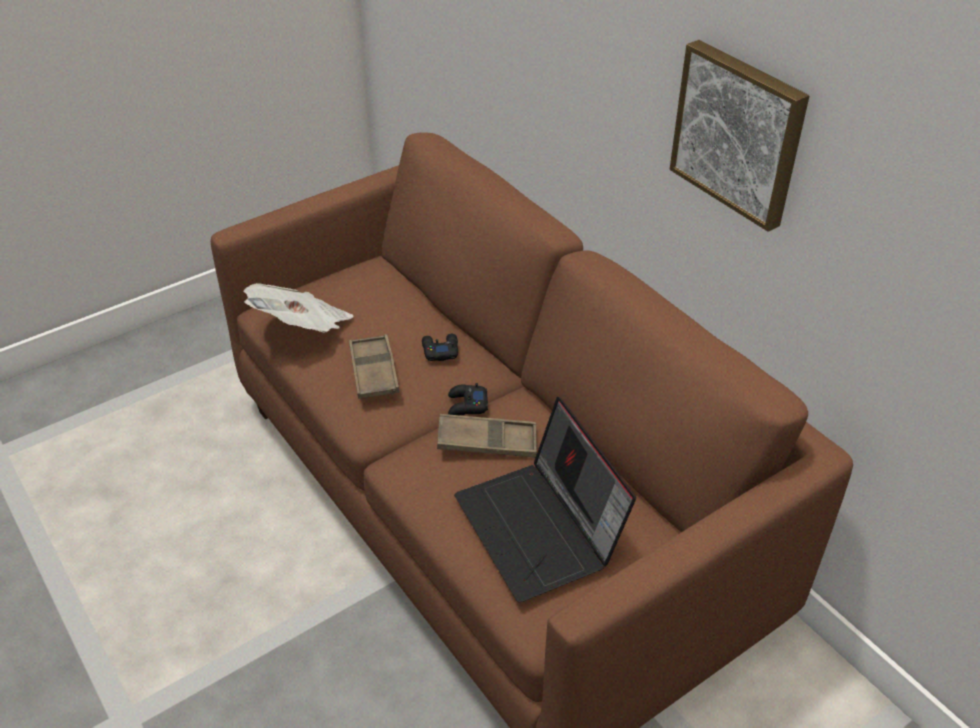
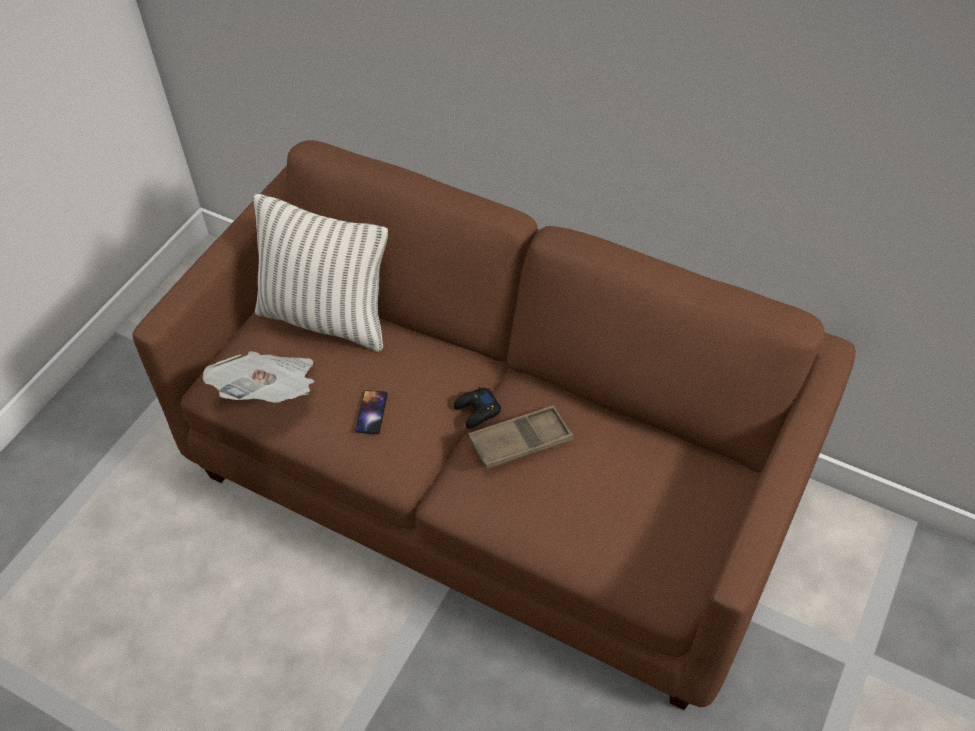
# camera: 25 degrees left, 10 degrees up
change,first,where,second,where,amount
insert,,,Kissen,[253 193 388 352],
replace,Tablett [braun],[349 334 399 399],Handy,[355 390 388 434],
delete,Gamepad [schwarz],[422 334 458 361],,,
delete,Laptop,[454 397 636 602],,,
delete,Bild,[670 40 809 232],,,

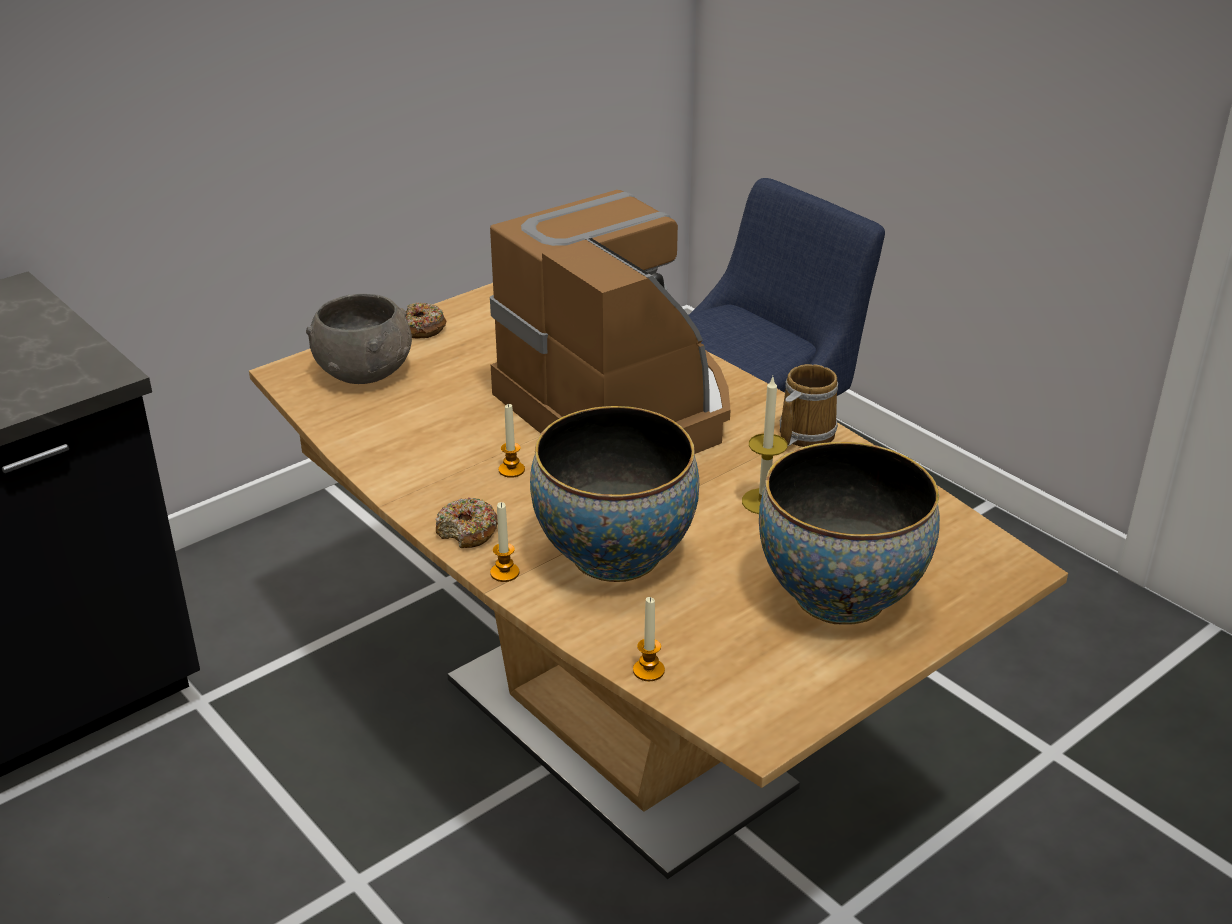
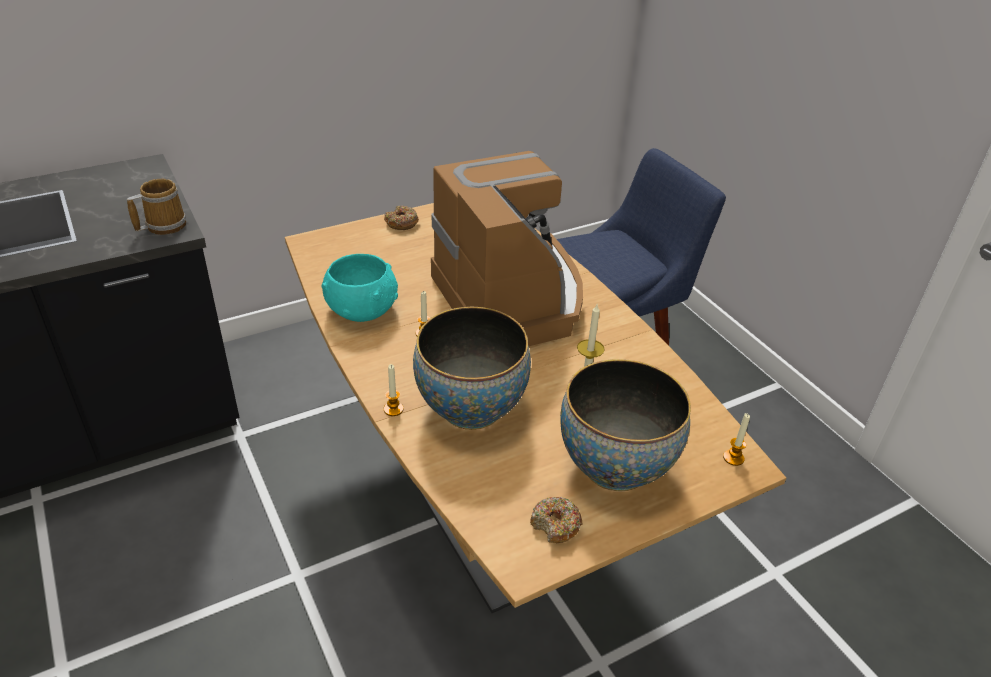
# camera: 10 degrees right, 5 degrees up
change,first,where,second,where,amount
move,Henkelbecher,[780 364 838 447],,[127 179 186 235],
insert,,,Schüssel [türkis],[321 254 398 322],
move,Donut,[436 498 498 548],,[530 497 582 543],
move,Kerze,[633 597 665 681],,[723 413 750 466],
delete,Schüssel [grau],[306 294 412 384],,,

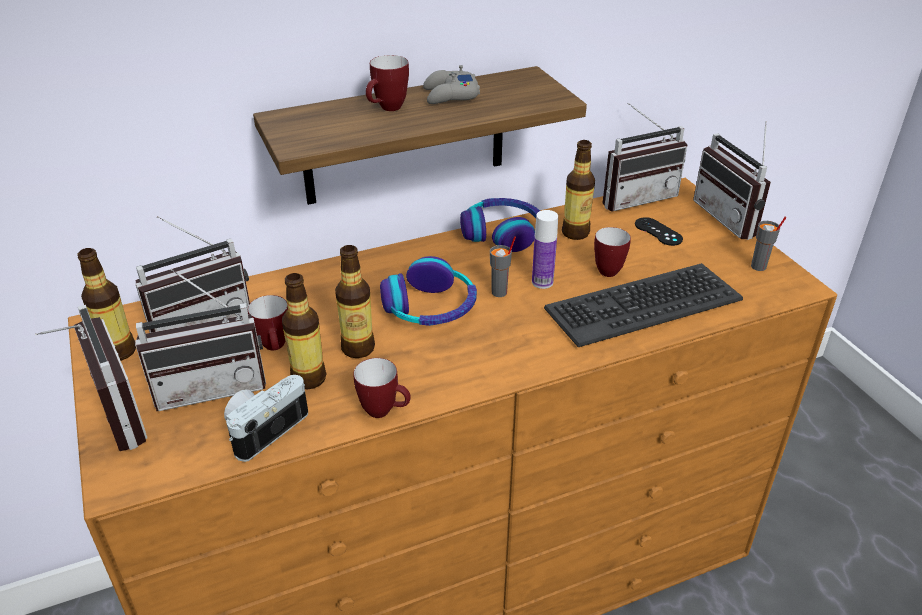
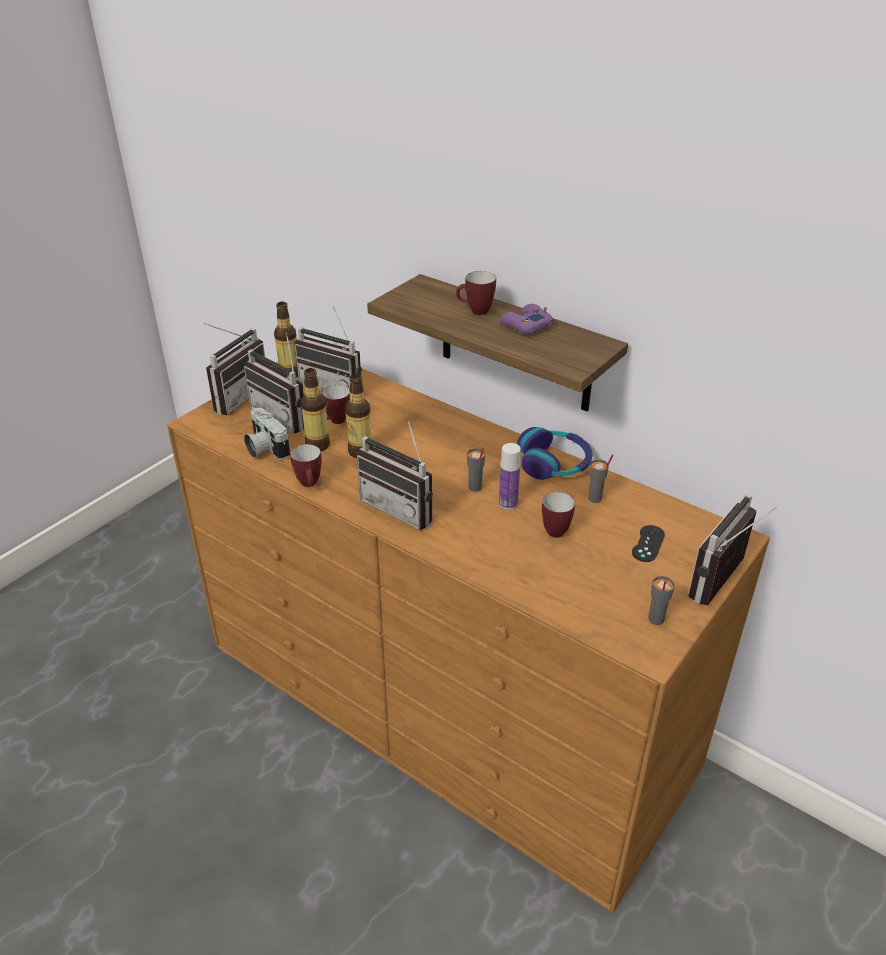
# camera: 60 degrees right, 0 degrees up
change,first,where,second,where,amount
rotate,Kamera,[224 375 308 462],,[244 408 290 460],135 degrees counterclockwise
move,Radio,[603 103 687 211],,[357 415 433 530],
recolor,Gamepad [grau],[423 65 480 104],Gamepad [lila],[499 304 553 334],
replace,Flasche,[562 140 595 240],Tasse [grau],[588 455 613 503],
delete,Kopfhörer,[380 256 477 326],,,
delete,Tastatur,[544 263 743 347],,,

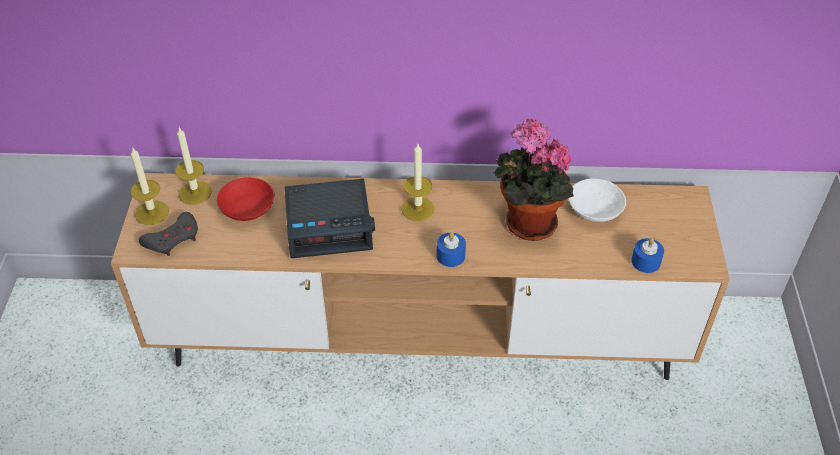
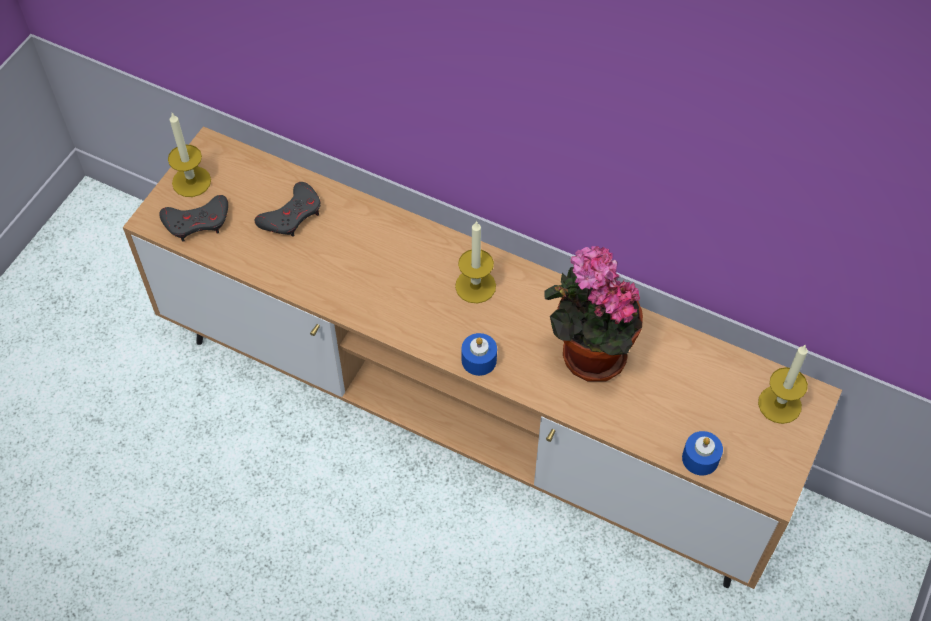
# camera: 25 degrees right, 10 degrees up
change,first,where,second,where,amount
replace,Schüssel [rot],[217 178 274 221],Gamepad [grau],[254 182 321 237],
move,Kerze,[175 128 212 205],,[758 344 808 424],
delete,Wecker,[284 179 375 258],,,
delete,Schüssel [weiß],[569 179 626 222],,,

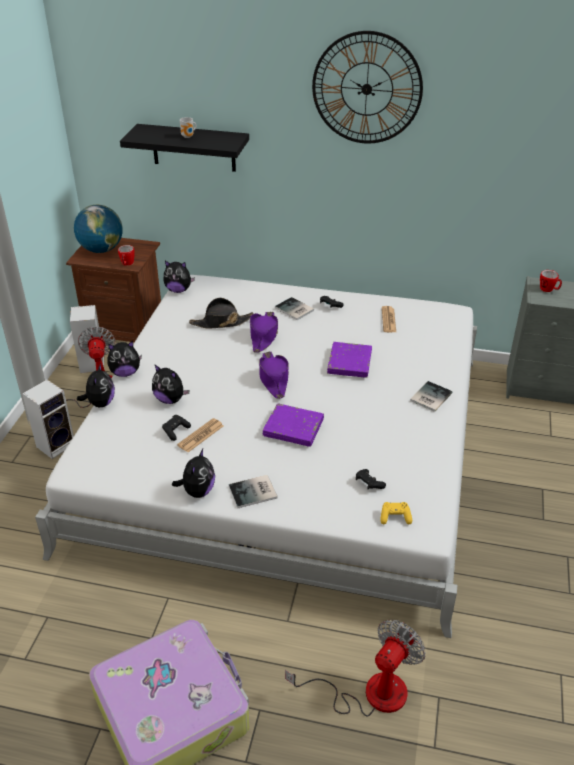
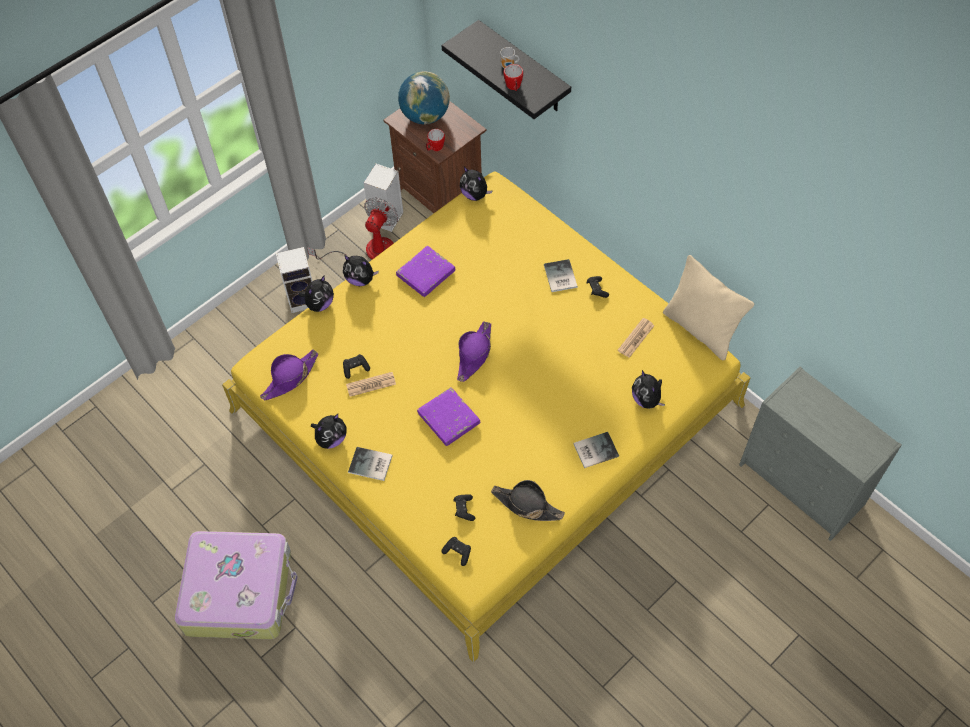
# camera: 35 degrees right, 20 degrees up
change,first,where,second,where,amount
recolor,Bett [weiß],[35 275 477 638],Bett [gelb],[222 172 751 662],
move,Hut [lila],[250 312 278 353],,[260 349 318 400],
move,Buch [lila],[327 342 372 378],,[396 246 456 297],
recolor,Gamepad [gelb],[380 502 412 525],Gamepad [schwarz],[441 537 471 566],
move,Hut [schwarz],[189 298 253 329],,[491 480 565 521],
move,Henkelbecher,[540 270 562 292],,[504 64 523 91],
move,Plüschtier,[152 364 189 404],,[632 370 665 409],
insert,,,Kissen [beige],[663 255 754 360],
delete,Ventilator,[285 620 425 717],,,
delete,Wanduhr,[312 31 423 144],,,

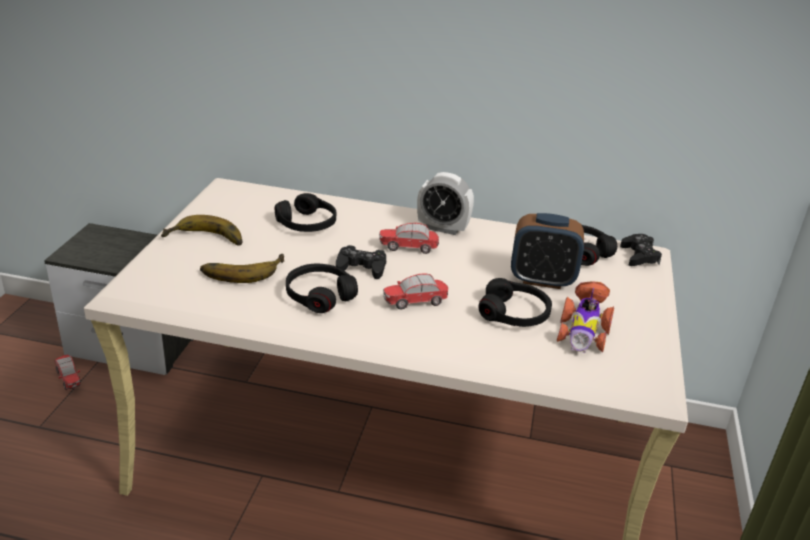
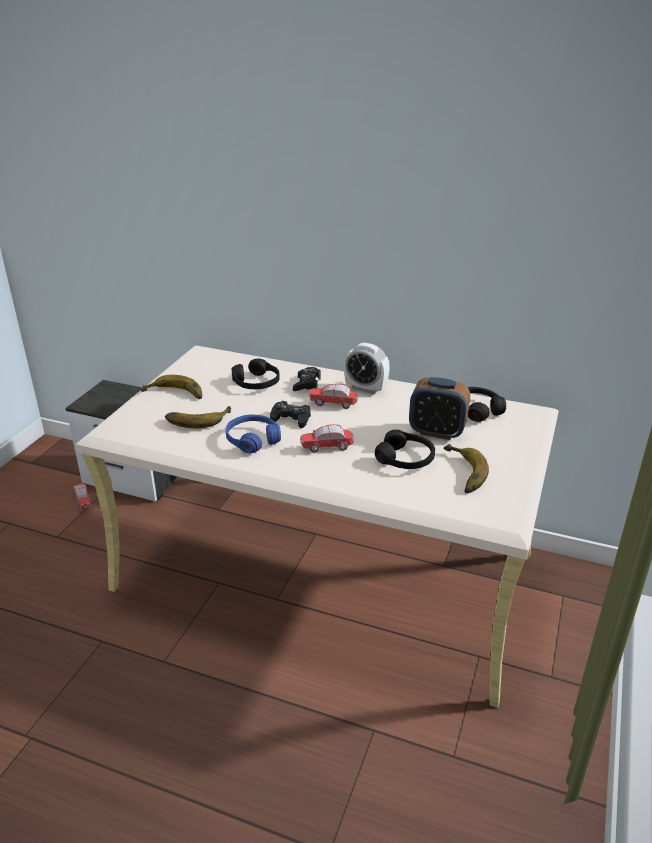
# camera: 10 degrees right, 0 degrees up
change,first,where,second,where,amount
recolor,Kopfhörer [schwarz],[286 264 358 313],Kopfhörer [blau],[226 415 281 453],
move,Gamepad [schwarz],[620 234 662 266],,[293 367 321 391],
replace,Spielzeugauto,[557 281 614 353],Banane,[444 444 489 493],

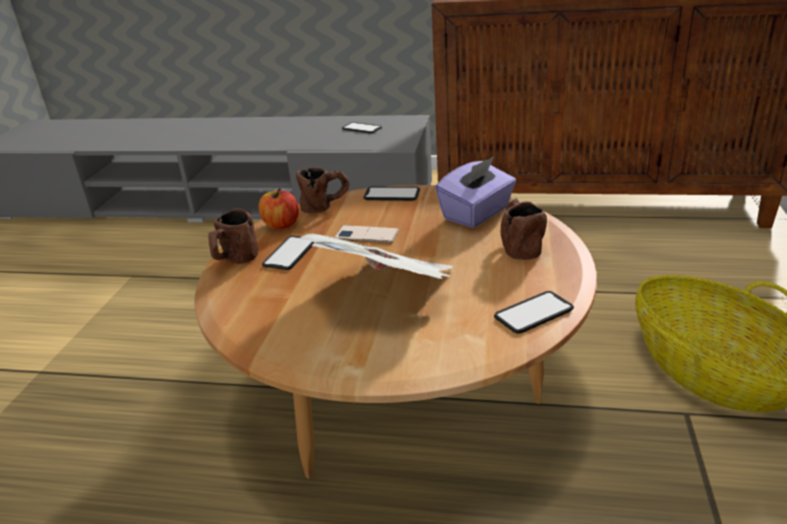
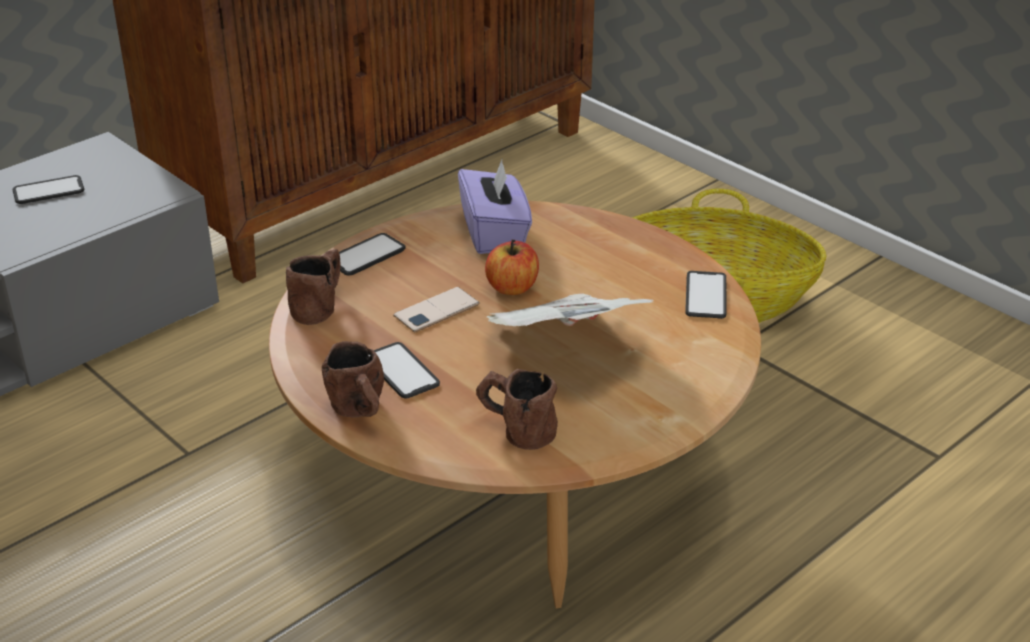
# camera: 55 degrees left, 5 degrees up
change,first,where,second,where,amount
move,Henkelbecher [braun],[501 198 547 260],,[476 369 558 450],
move,Apfel,[258 188 299 229],,[485 239 539 295],

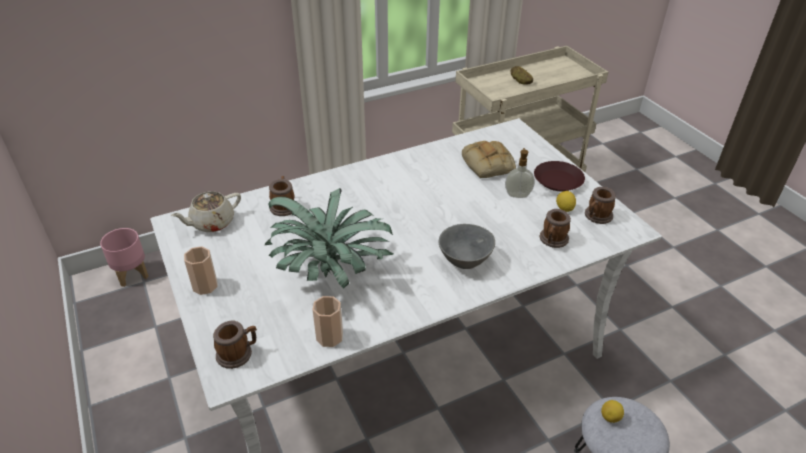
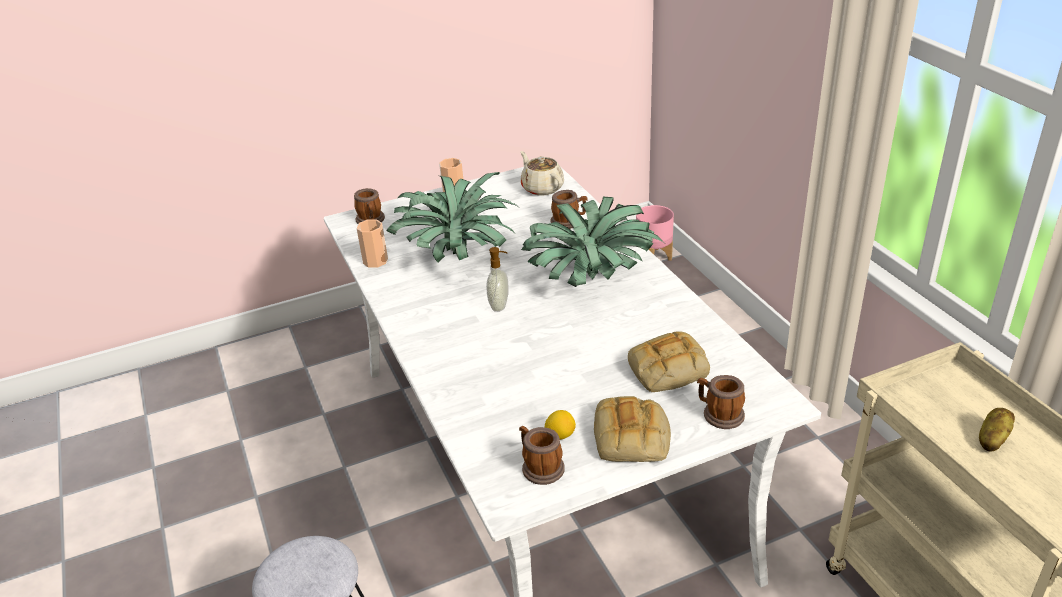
# camera: 95 degrees right, 5 degrees down
change,first,where,second,where,amount
move,Seifenspender,[505 148 535 198],,[486 247 509 312],
insert,,,Topfpflanze,[521 197 663 287],
replace,Teller [braun],[534 161 585 191],Brot,[594 396 671 462],
move,Henkelbecher,[540 209 571 248],,[697 375 745 429],
delete,Schüssel [grau],[439 224 495 269],,,
delete,Zitrone,[601 400 624 423],,,

